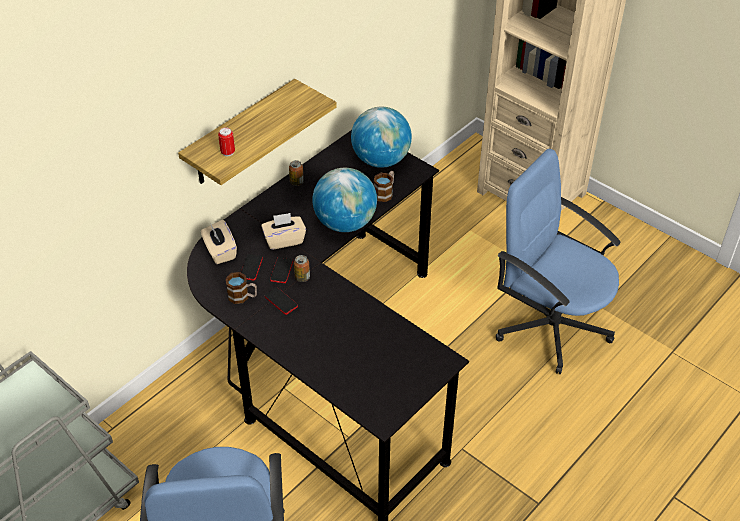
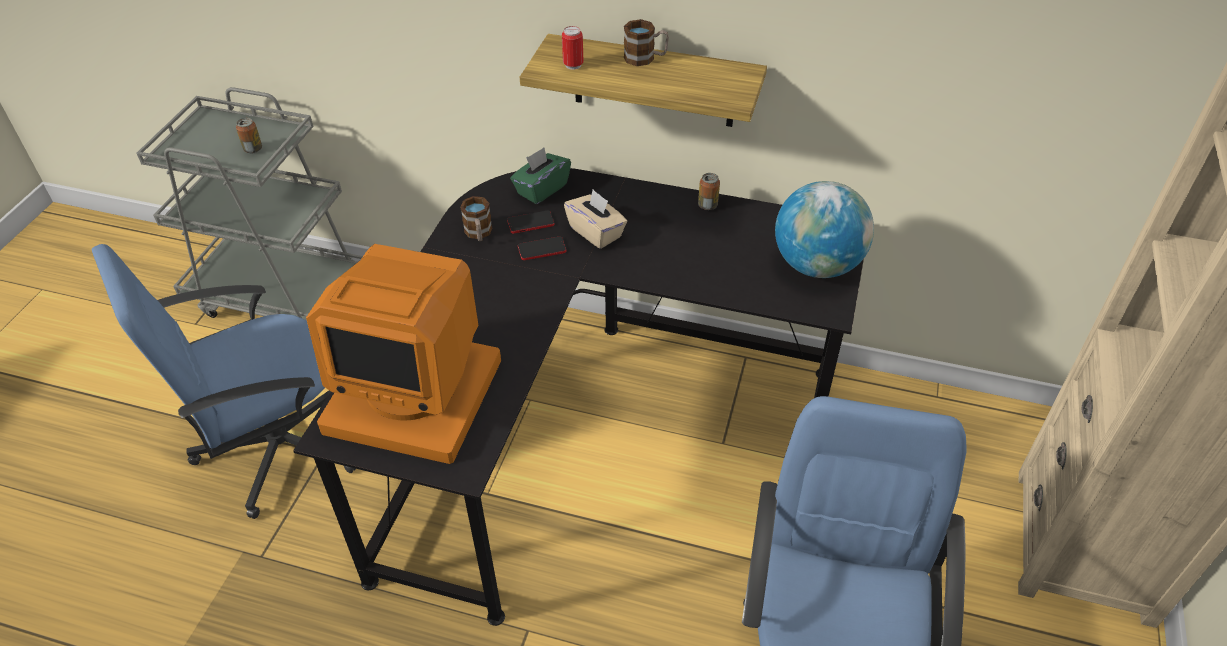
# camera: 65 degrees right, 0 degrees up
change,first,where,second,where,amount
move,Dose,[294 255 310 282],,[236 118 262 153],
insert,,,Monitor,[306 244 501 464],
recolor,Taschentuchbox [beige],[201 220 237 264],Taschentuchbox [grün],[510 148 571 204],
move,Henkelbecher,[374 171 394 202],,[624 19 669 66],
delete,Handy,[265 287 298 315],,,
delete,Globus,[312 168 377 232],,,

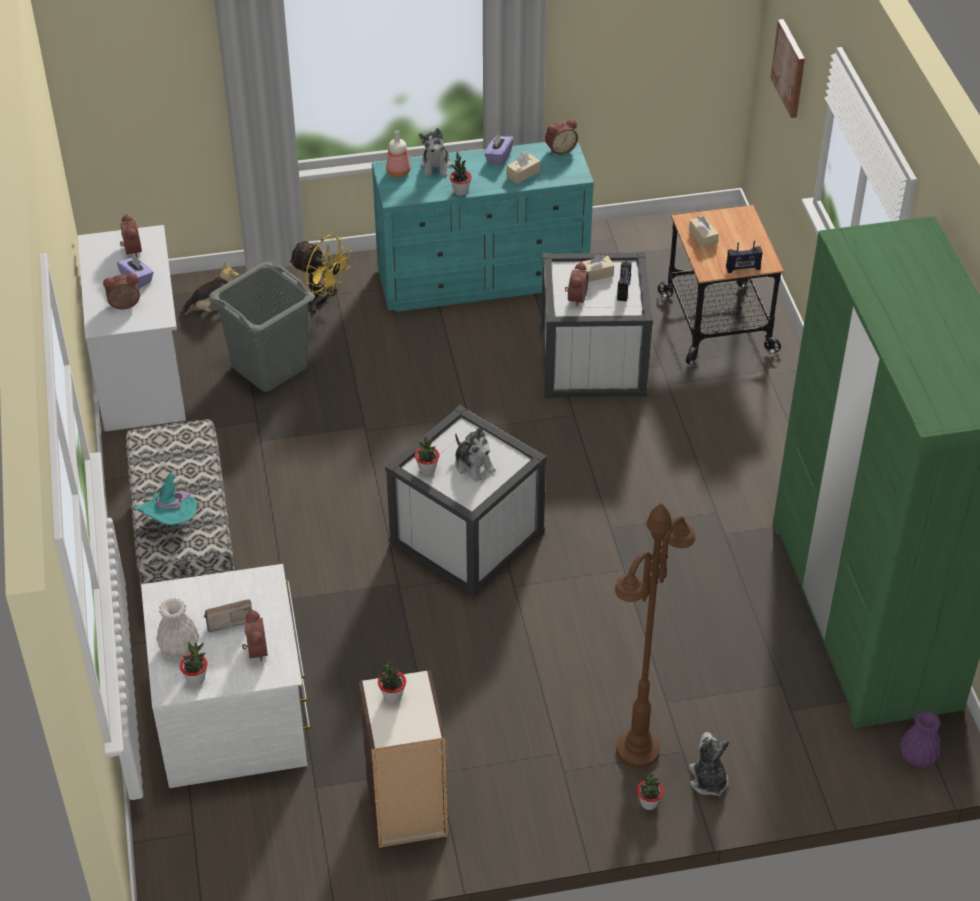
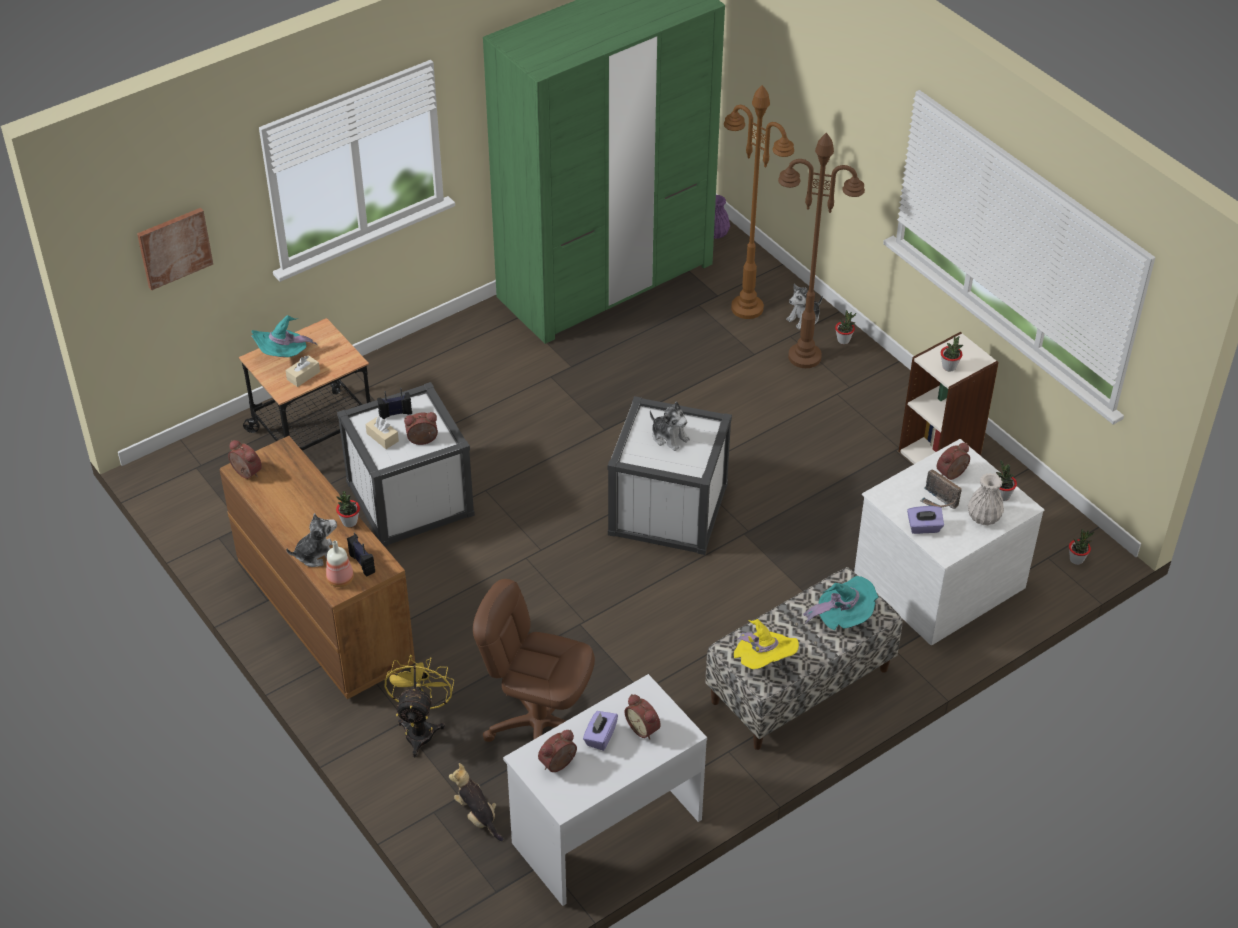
# camera: 115 degrees left, 0 degrees up
change,first,where,second,where,amount
recolor,Kommode [türkis],[372 142 594 312],Kommode [braun],[219 436 415 699],
insert,,,Hut [türkis],[251 315 318 357],
move,Radio,[726 240 763 273],,[347 532 375 577],
replace,Wäschekorb [grau],[209 262 315 392],Bürostuhl [braun],[473 579 595 742],
rotate,Plüschtier,[455 427 496 482],,[650 402 690 451],105 degrees clockwise
insert,,,Stehlampe [braun],[724 85 794 319],
insert,,,Hut [gelb],[734 619 799 669],
move,Taschentuchbox [lila],[484 133 514 166],,[907 506 944 534],
move,Topfpflanze,[415 437 439 475],,[1069 529 1094 565],
delete,Taschentuchbox [beige],[507 152 540 184],,,

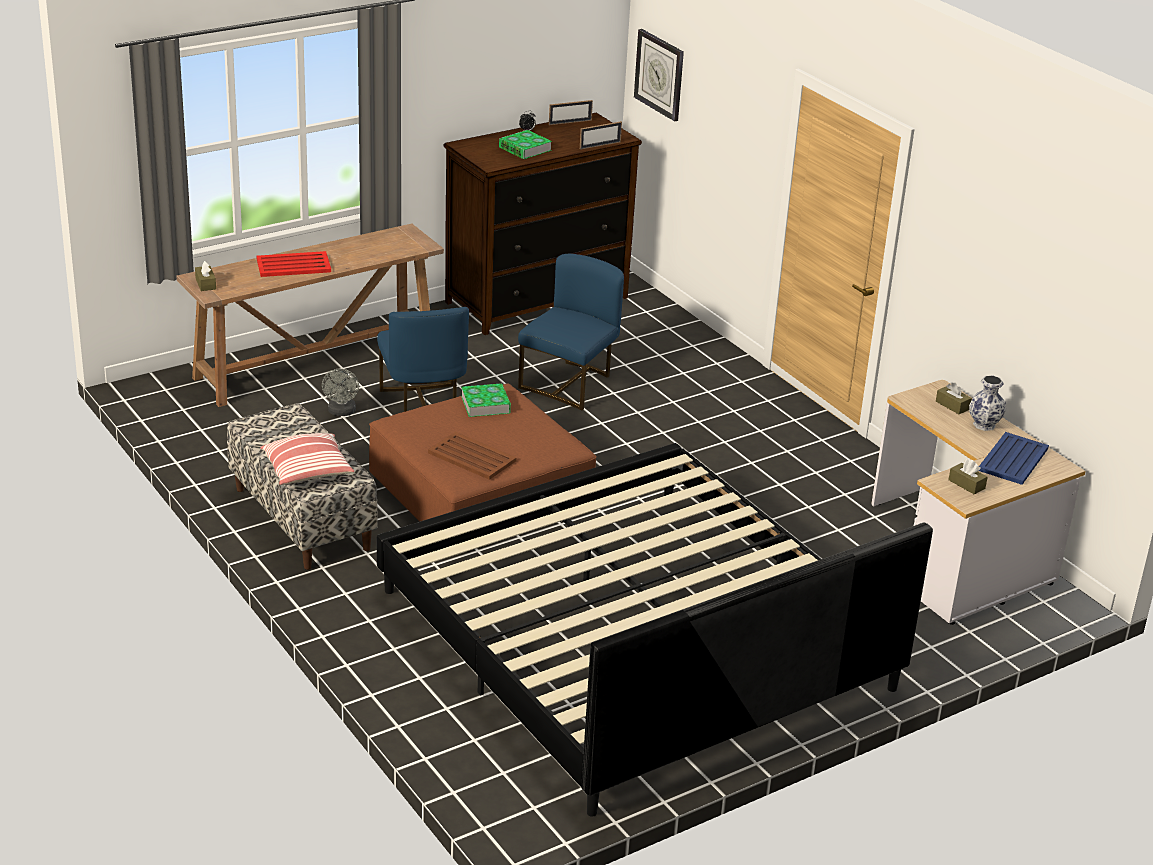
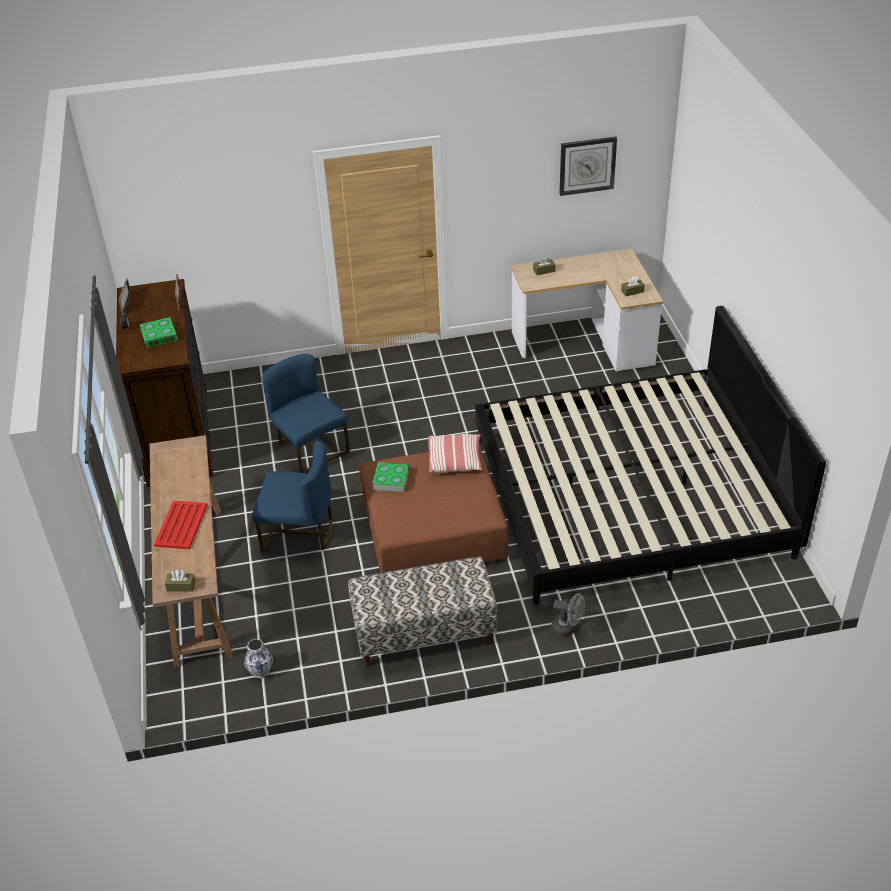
# camera: 65 degrees left, 10 degrees up
change,first,where,second,where,amount
move,Vase,[969 375 1006 431],,[244 639 273 678],
move,Kissen,[260 433 355 485],,[428 434 482 473],
move,Ventilator [grau],[322 369 359 416],,[551 593 585 636],
move,Wanduhr,[634 29 684 122],,[559 137 617 196],
delete,Tablett [braun],[428 432 517 480],,,
delete,Tablett [blau],[979 432 1049 485],,,

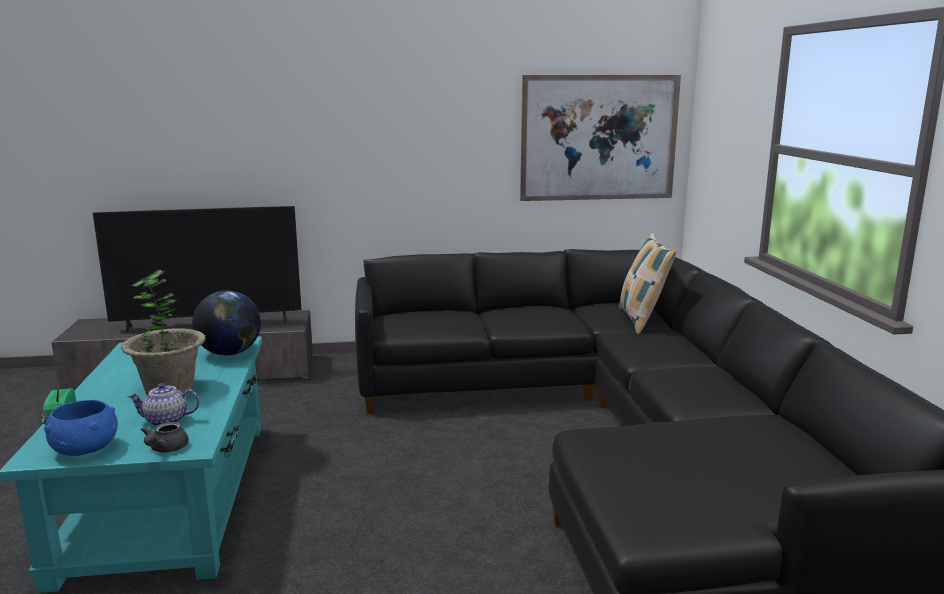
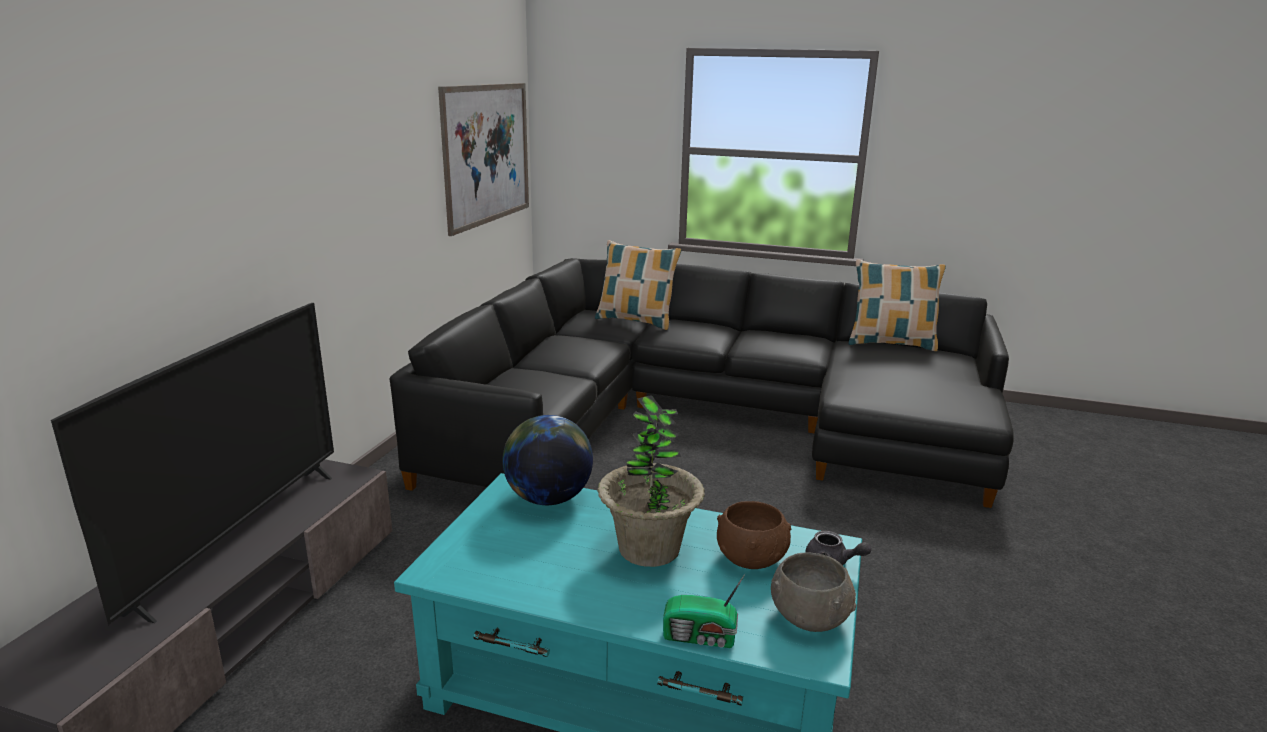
# camera: 65 degrees left, 5 degrees up
change,first,where,second,where,amount
replace,Teekanne,[128 383 200 427],Schüssel [braun],[717 501 791 569],
recolor,Schüssel [blau],[44 400 118 456],Schüssel [grau],[771 552 856 632],
insert,,,Kissen,[848 259 946 351],

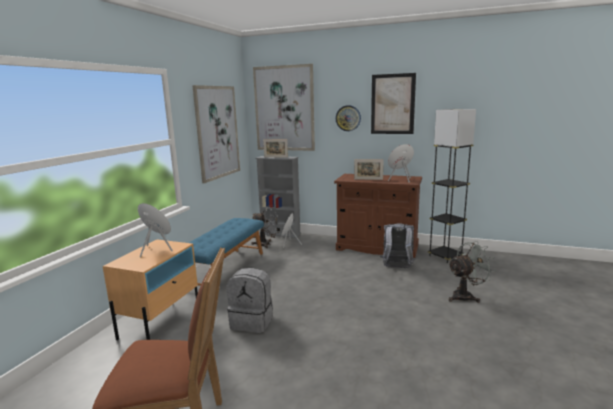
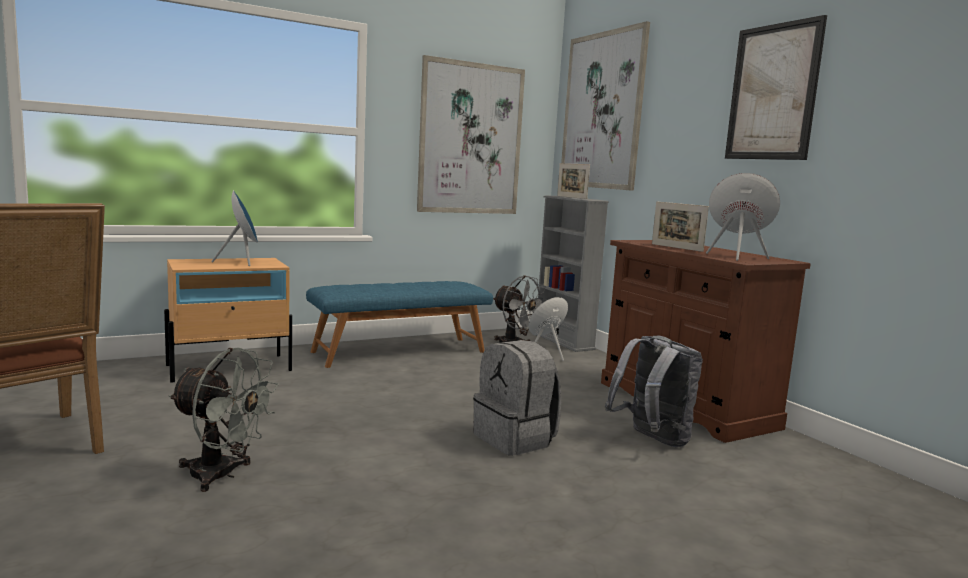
# camera: 40 degrees right, 5 degrees down
change,first,where,second,where,amount
move,Ventilator [grau],[448 241 496 303],,[169 348 279 492],
move,Rucksack [grau],[227 268 273 333],,[473 340 562 456],
delete,Wanduhr,[336 105 361 131],,,
delete,Stehlampe [grau],[428 109 476 263],,,

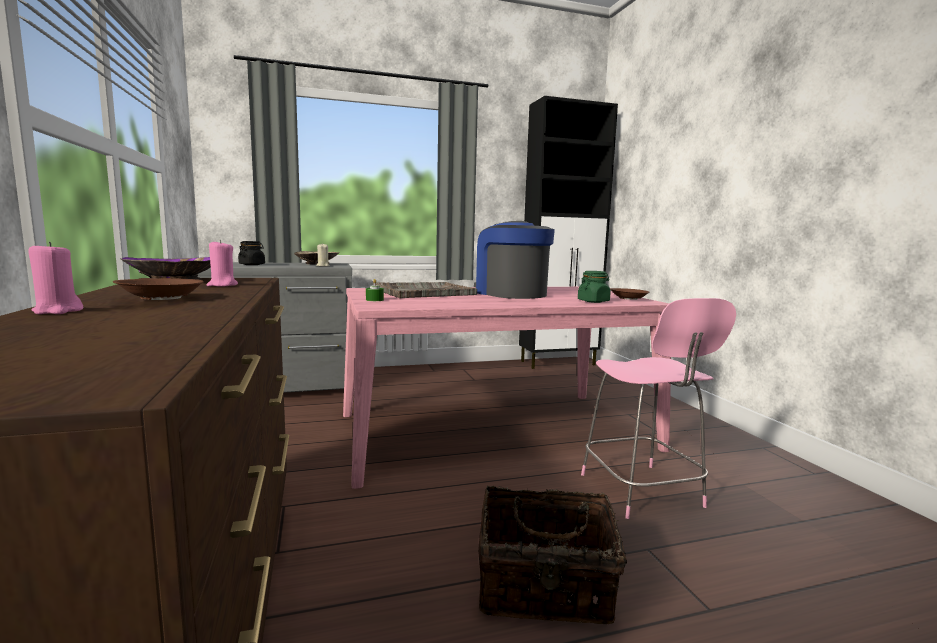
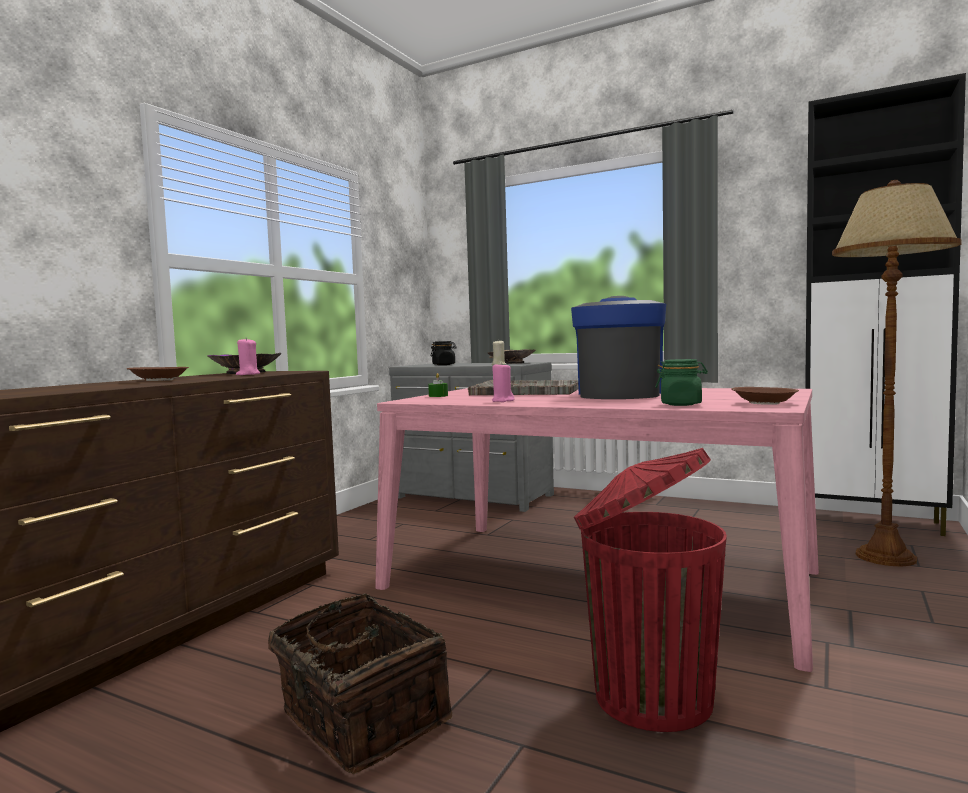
# camera: 45 degrees right, 5 degrees down
change,first,where,second,where,amount
move,Kerze [rosa],[28 242 83 314],,[492 362 515 402],
replace,Hocker [rosa],[581 298 736 519],Mülleimer [rot],[574 448 727 732],
insert,,,Stehlampe [braun],[832 180 961 567],

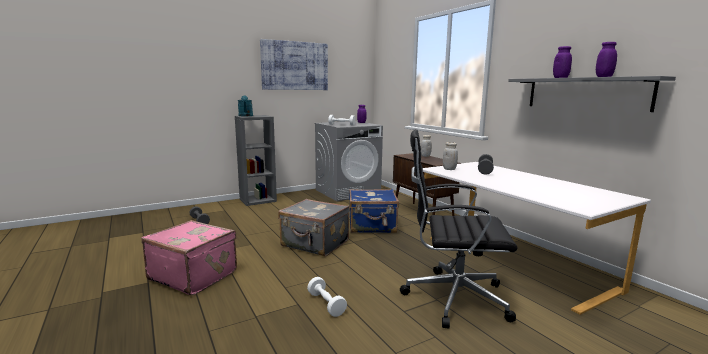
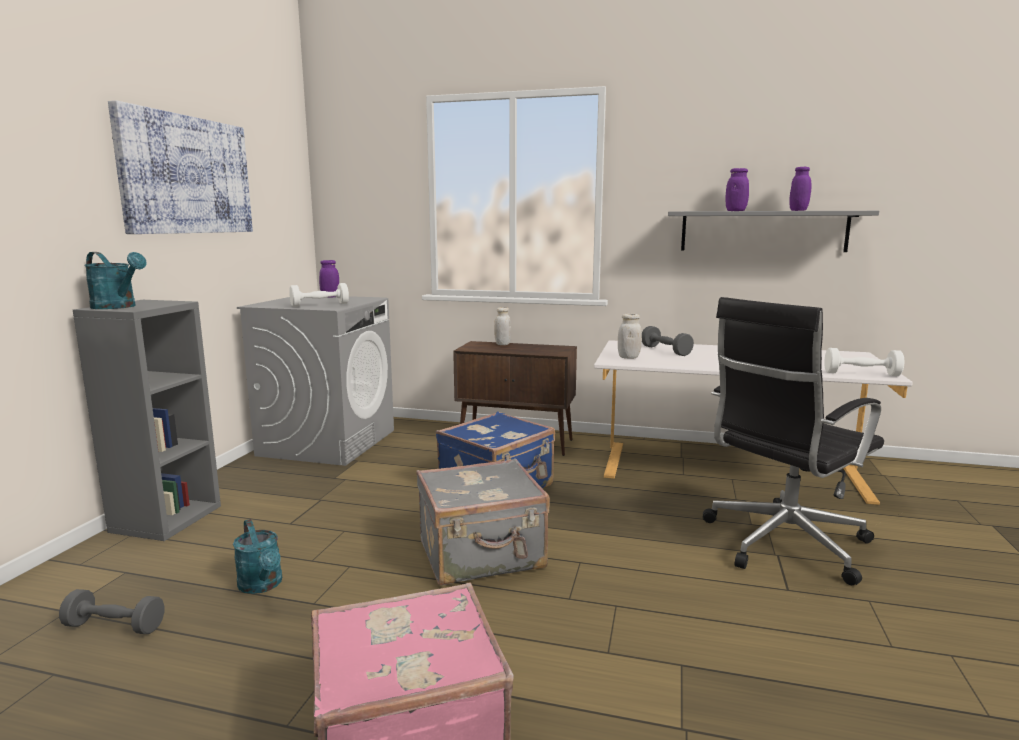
# camera: 45 degrees left, 0 degrees up
change,first,where,second,where,amount
insert,,,Gießkanne [türkis],[233 519 282 594],
move,Hantel [weiß],[307 277 347 317],,[824 348 905 376],

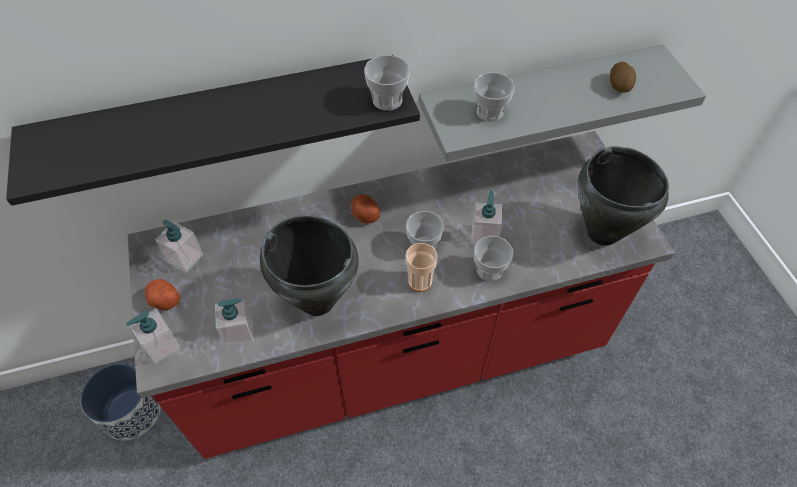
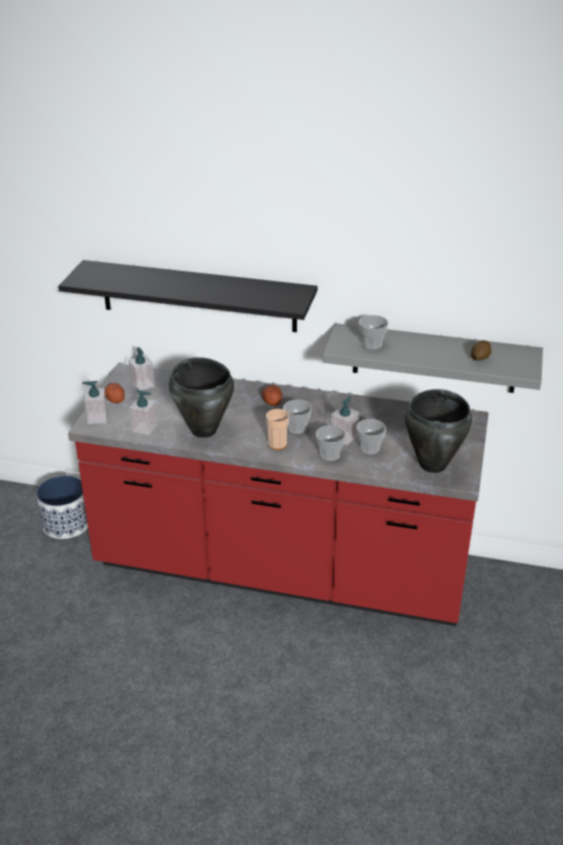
# camera: 30 degrees right, 20 degrees down
change,first,where,second,where,amount
move,Tasse,[364 55 410 111],,[356 419 386 454],

